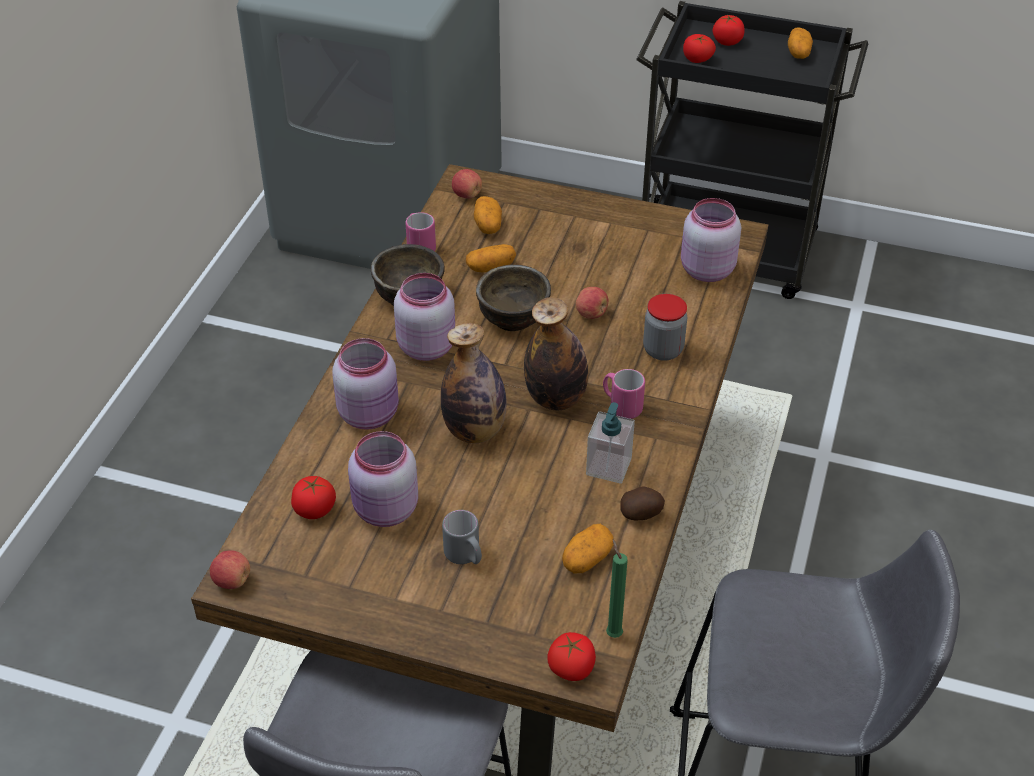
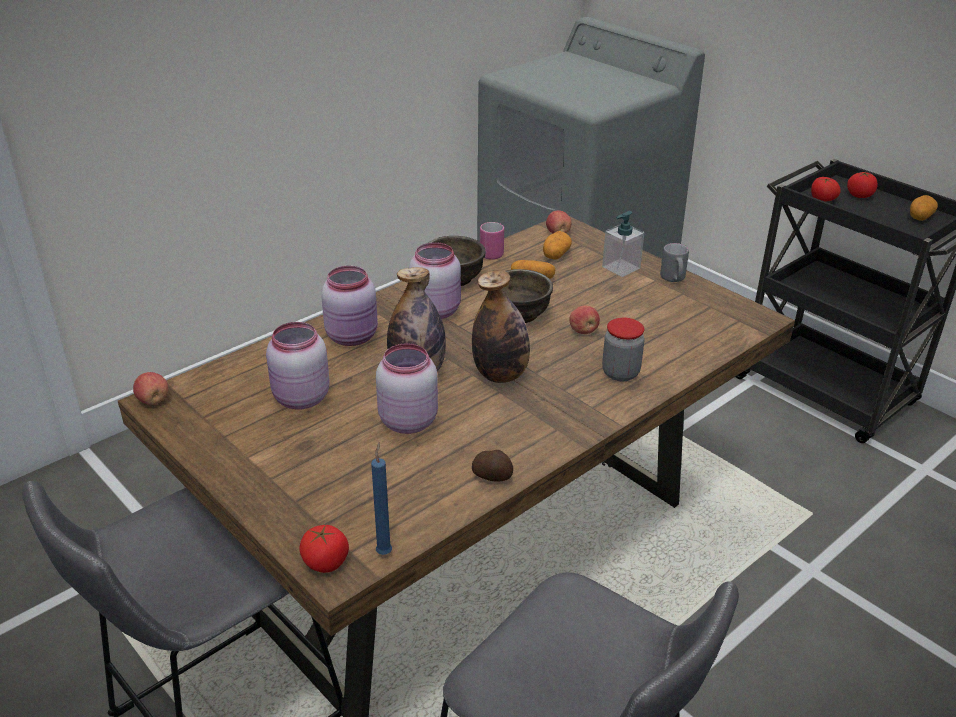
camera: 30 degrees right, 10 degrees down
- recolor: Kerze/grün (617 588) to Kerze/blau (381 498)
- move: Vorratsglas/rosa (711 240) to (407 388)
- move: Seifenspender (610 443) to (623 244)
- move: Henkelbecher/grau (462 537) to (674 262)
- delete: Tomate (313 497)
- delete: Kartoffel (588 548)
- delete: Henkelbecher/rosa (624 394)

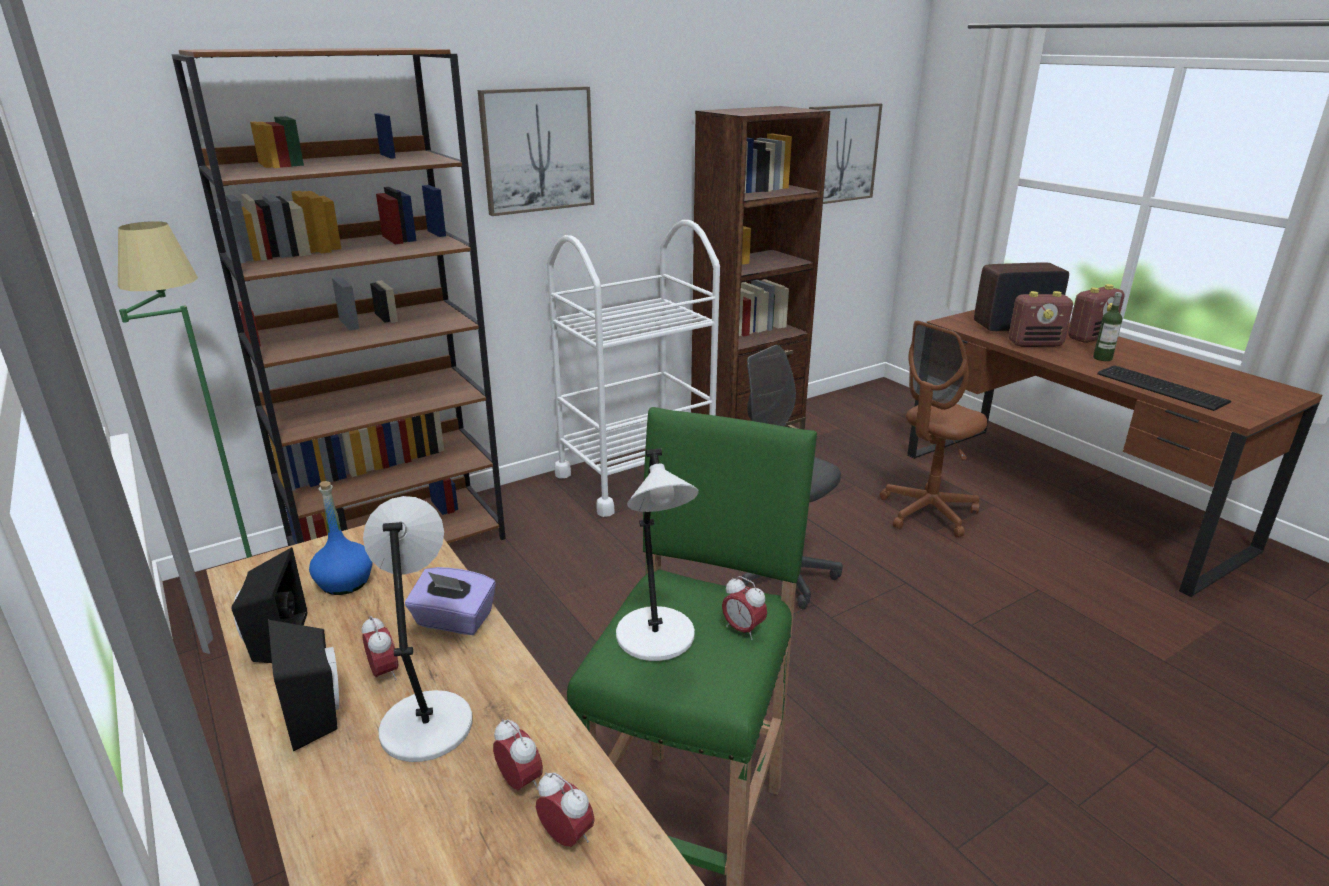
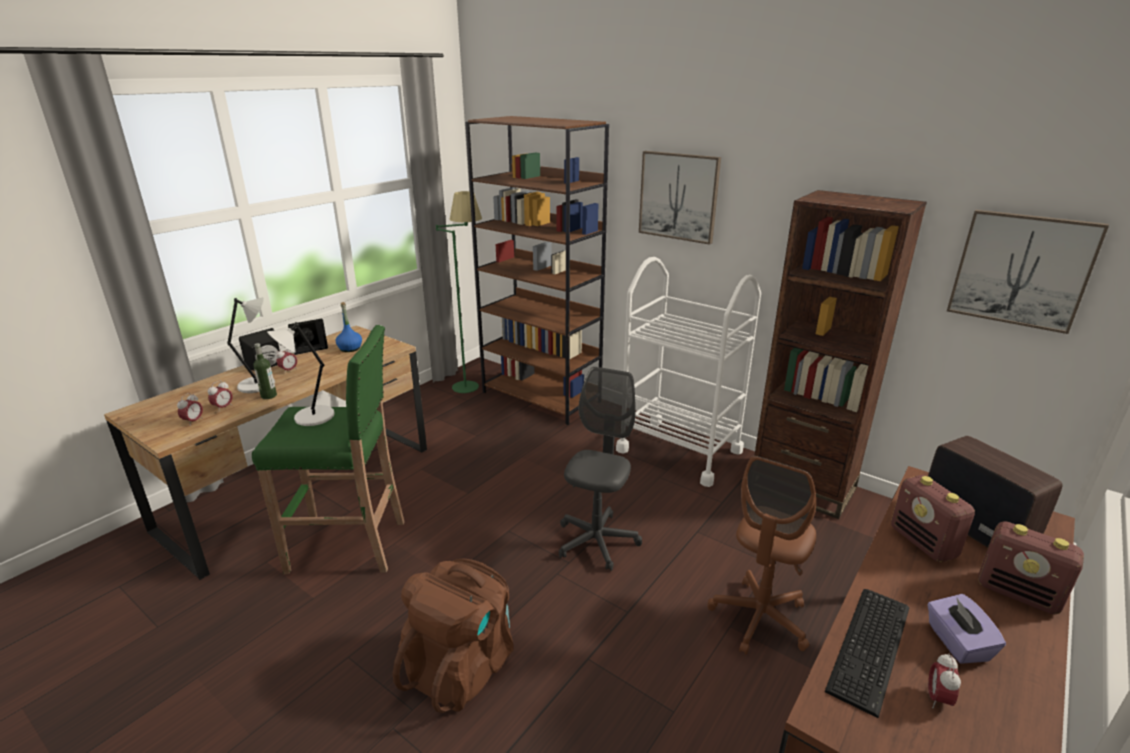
camera: 70 degrees right, 0 degrees up
- move: Flasche (1107 326) to (265 371)
- insert: Rucksack/braun (453 635)
- rotate: Bürostuhl/braun (934 429) = (761 555) 90 degrees counterclockwise
- move: Taschentuchbox/lila (450 601) to (966 629)
- move: Wecker (744 608) to (944 681)

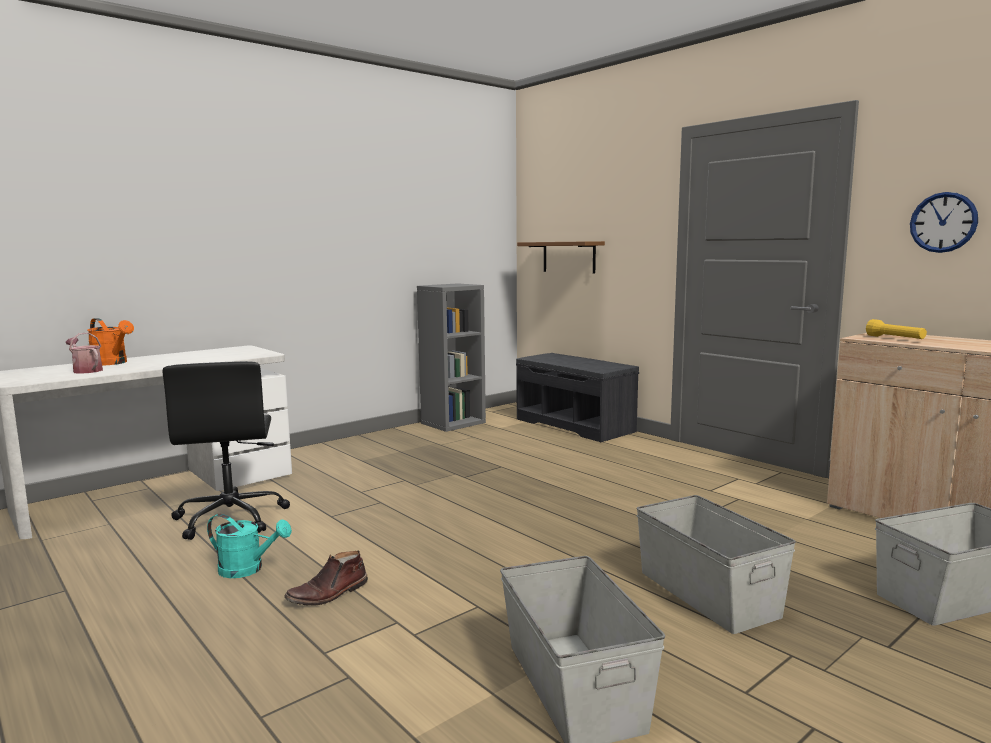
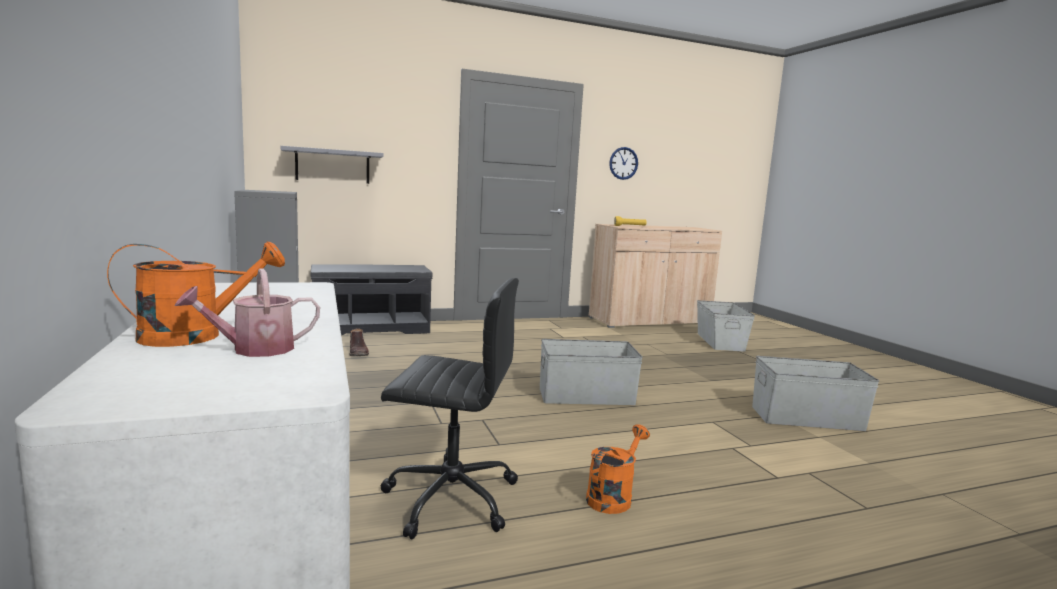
camera: 70 degrees left, 0 degrees up
- recolor: Wandregal/braun (561 257) to Wandregal/grau (332 165)
- move: Stiefel/braun (326 578) to (359 342)
- move: Aufbewahrungsbox/grau (716 564) to (591 372)
- recolor: Gießkanne/türkis (249 546) to Gießkanne/orange (618 469)

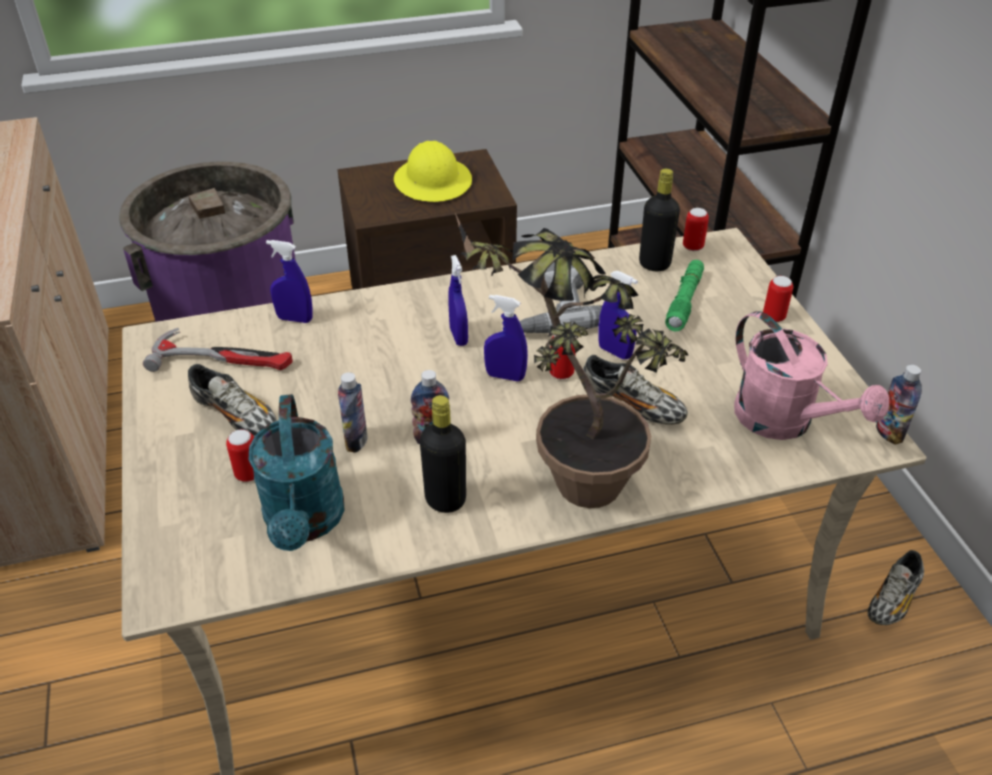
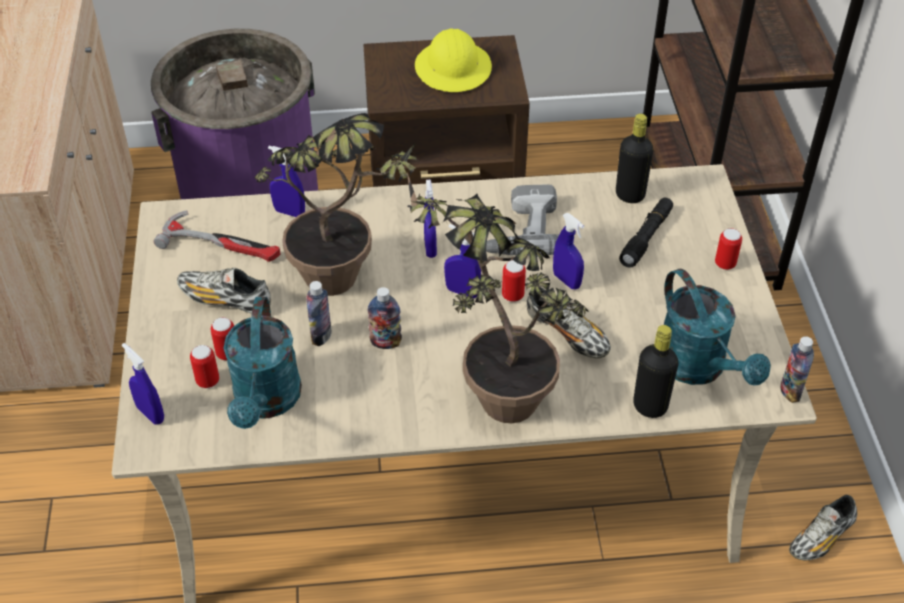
camera: 10 degrees right, 5 degrees up
- insert: Sprühflasche/blau (143 384)
- rotate: Schuh (232 400) = (224 291) 150 degrees clockwise
- move: Dose (696 229) to (204 366)
- insert: Topfpflanze (337 204)
- recolor: Taschenlampe/grün (684 295) to Taschenlampe/schwarz (646 233)
- move: Flasche/schwarz (443 454) to (655 371)
- recolor: Gießkanne/rosa (811 375) to Gießkanne/türkis (717 327)

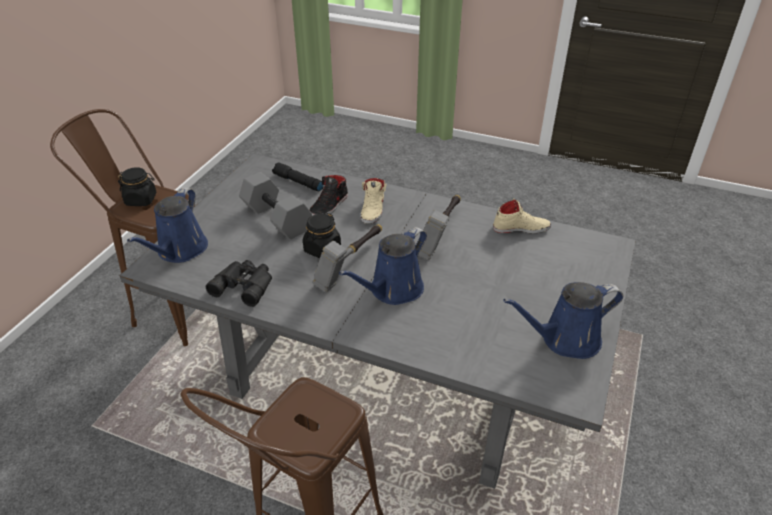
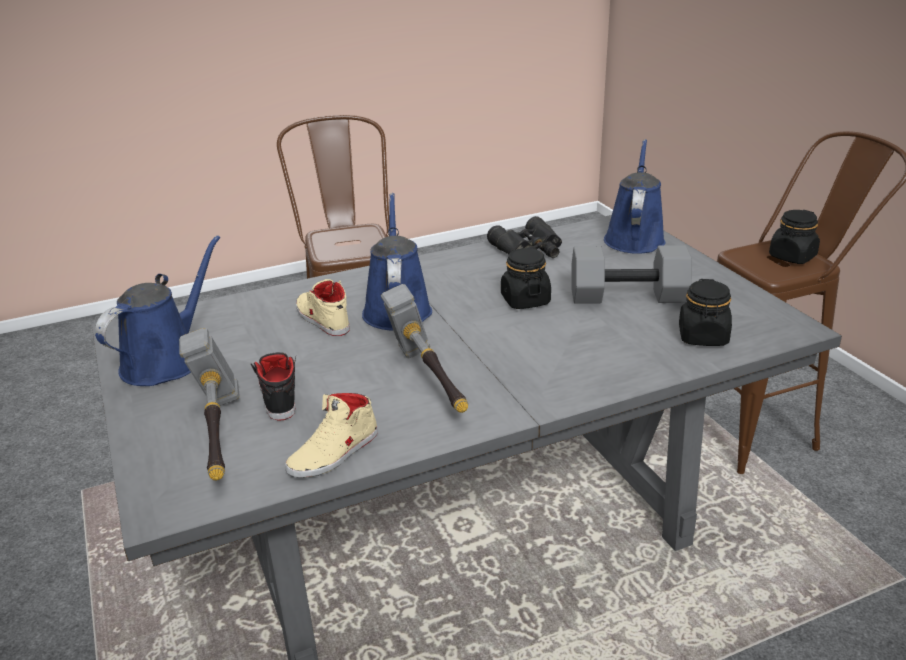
camera: 135 degrees right, 10 degrees down
- move: Hammer (347 258) to (209 404)
- move: Schuh/schwarz (328 195) to (273 386)
- move: Schuh/beige (374 201) to (323 307)
- rotate: Gießkanne/blau (167 225) = (634 196) 45 degrees clockwise
- replace: Taschenlampe/schwarz (297 177) to Vorratsglas/schwarz (705 312)

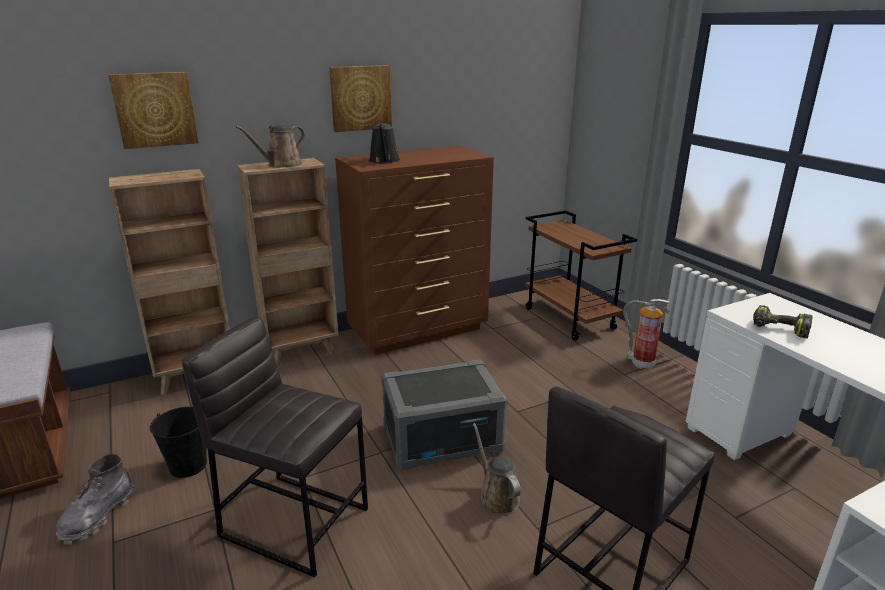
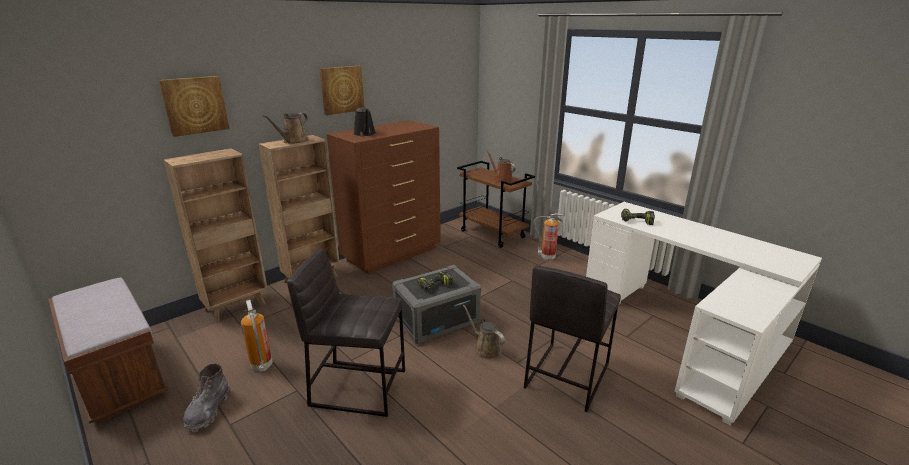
camera: 15 degrees left, 0 degrees up
- replace: Eimer/schwarz (178 442) to Feuerlöscher (257 336)
- insert: Bohrmaschine (435 280)
- insert: Gießkanne/braun (501 167)

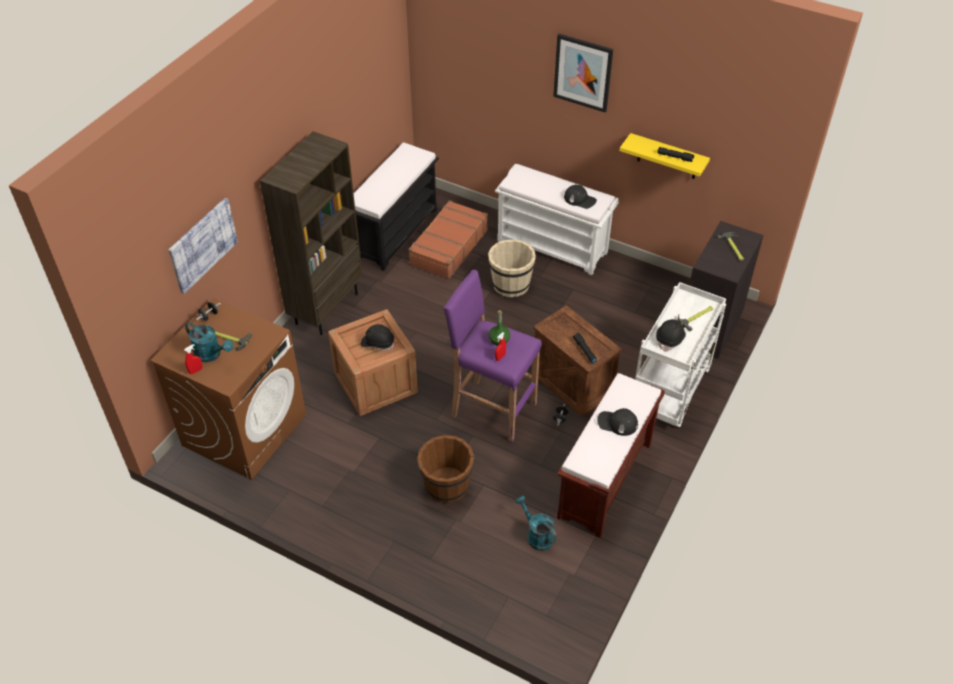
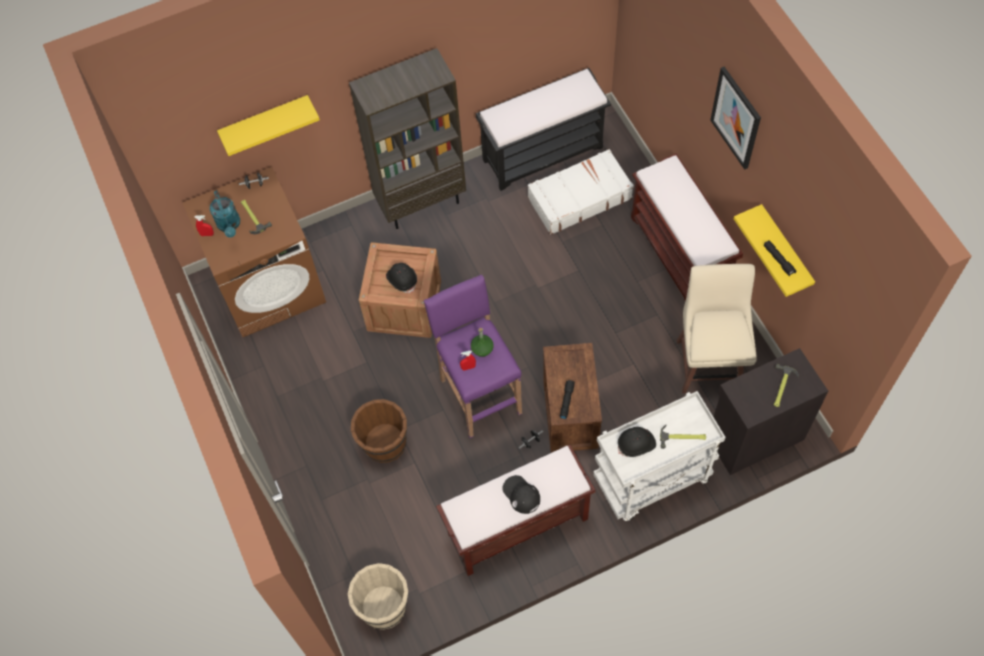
camera: 40 degrees right, 15 degrees up
- replace: Bild (203 246) to Wandregal/gelb (268 125)
- move: Eimer/beige (512 268) to (378 596)
- recolor: Koffer/braun (448 239) to Koffer/weiß (581 192)
- recolor: Bank/weiß (557 219) to Bank/braun (687 227)
- insert: Hocker/beige (717 328)
- delete: Gießkanne/türkis (536 523)
- delete: Kappe/schwarz (580 197)

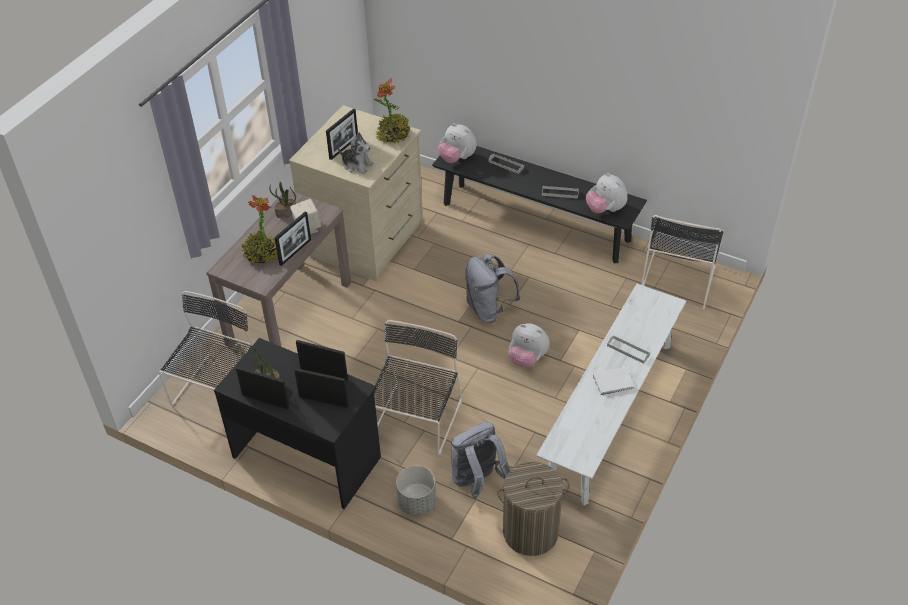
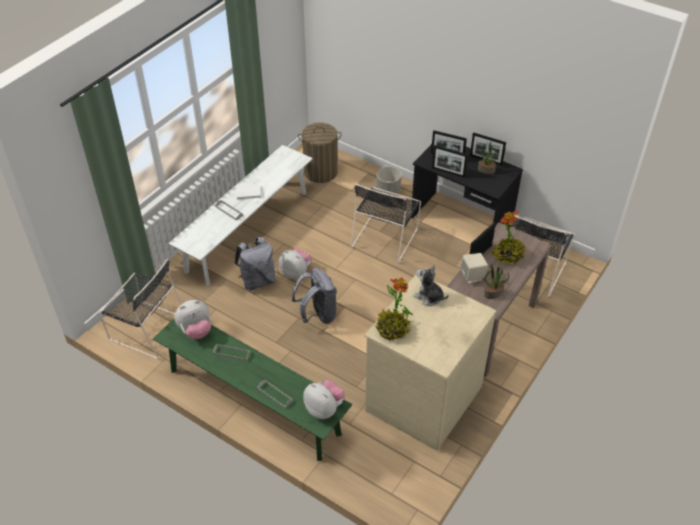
camera: 175 degrees left, 0 degrees up
- rotate: Stuhl/schwarz (682 262) = (140 309) 90 degrees clockwise
- recolor: Bank/schwarz (539 204) to Bank/grün (252 390)
- rotate: Plüschtier (607 193) = (192 319) 90 degrees clockwise
- move: Rucksack/grau (480 460) to (254 264)
- delete: Bilderrahmen (342 134)

